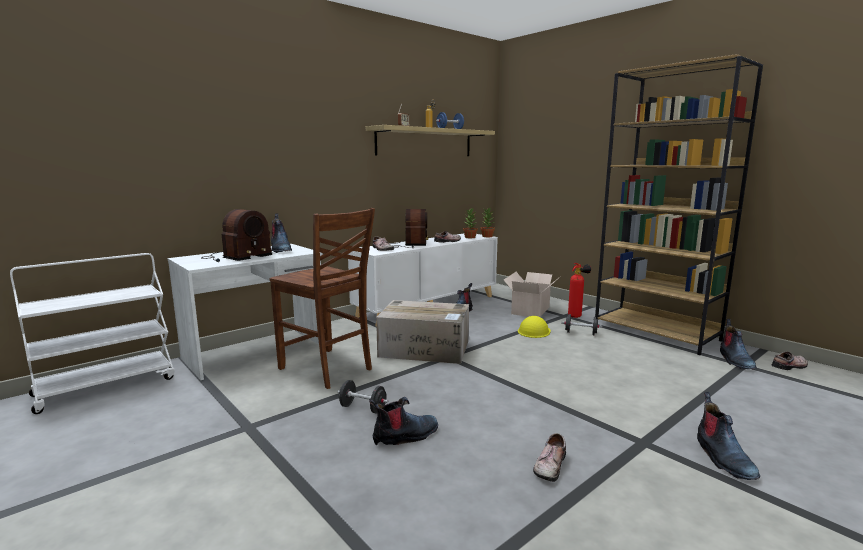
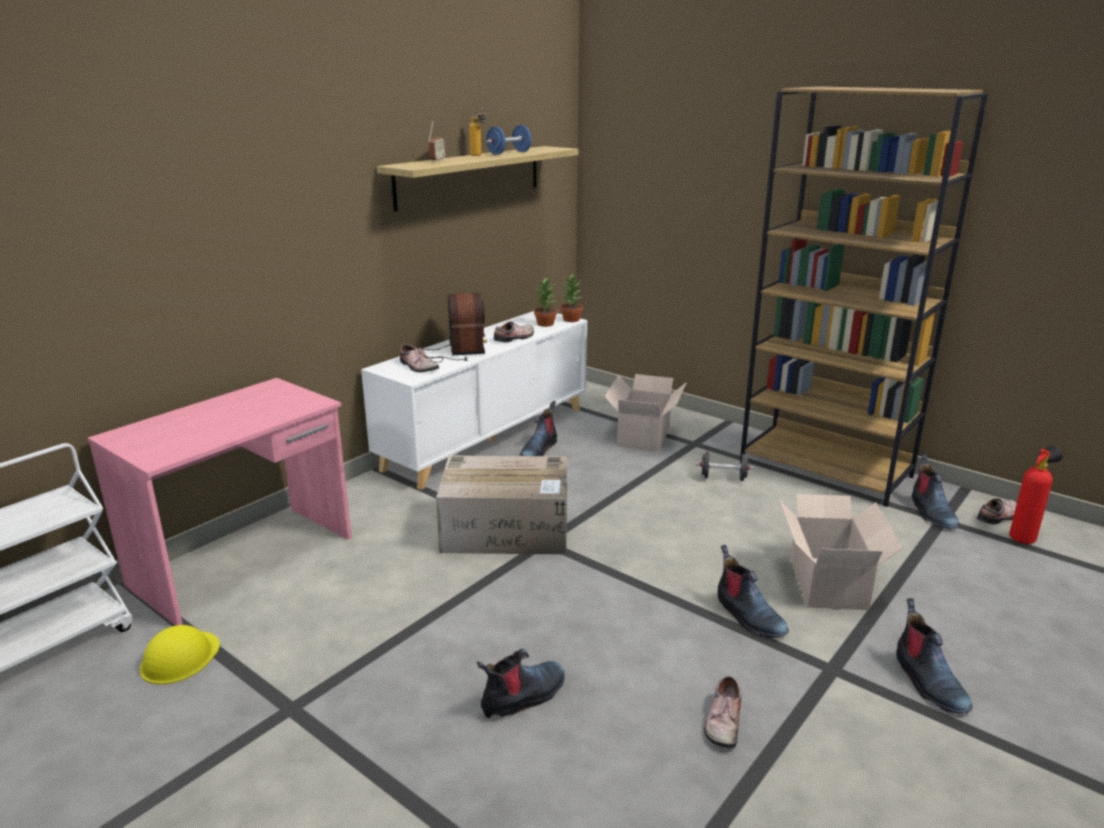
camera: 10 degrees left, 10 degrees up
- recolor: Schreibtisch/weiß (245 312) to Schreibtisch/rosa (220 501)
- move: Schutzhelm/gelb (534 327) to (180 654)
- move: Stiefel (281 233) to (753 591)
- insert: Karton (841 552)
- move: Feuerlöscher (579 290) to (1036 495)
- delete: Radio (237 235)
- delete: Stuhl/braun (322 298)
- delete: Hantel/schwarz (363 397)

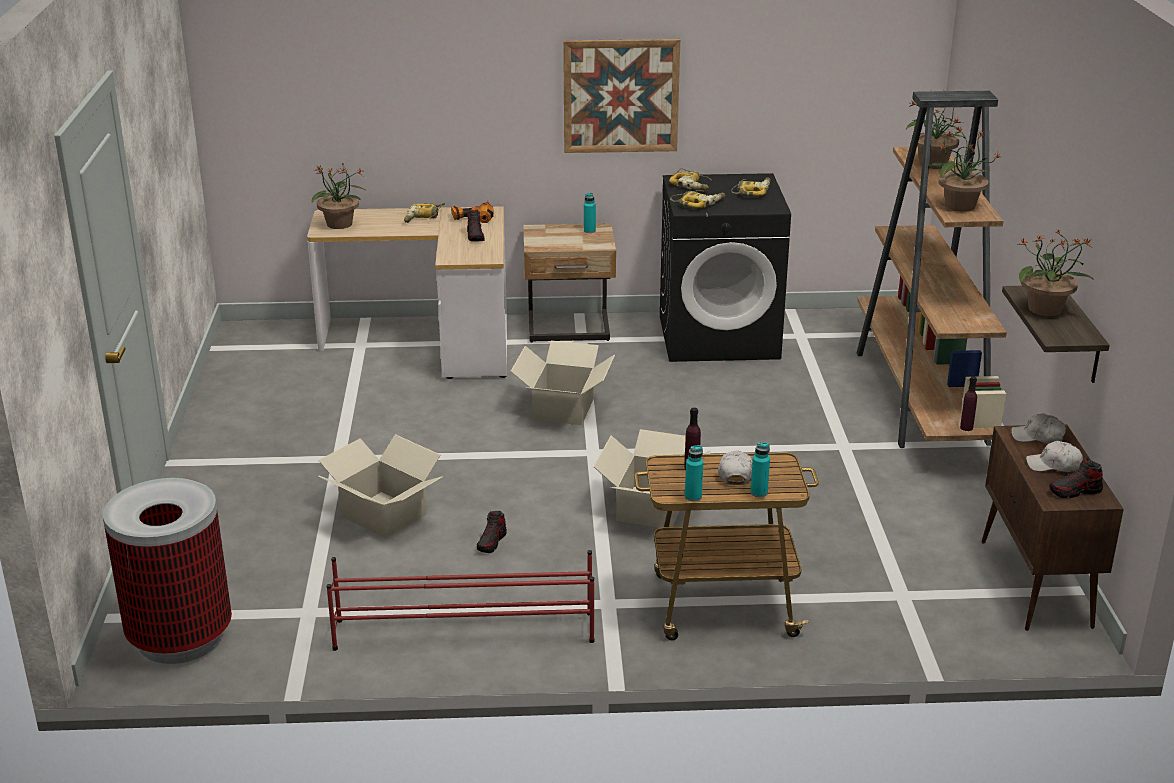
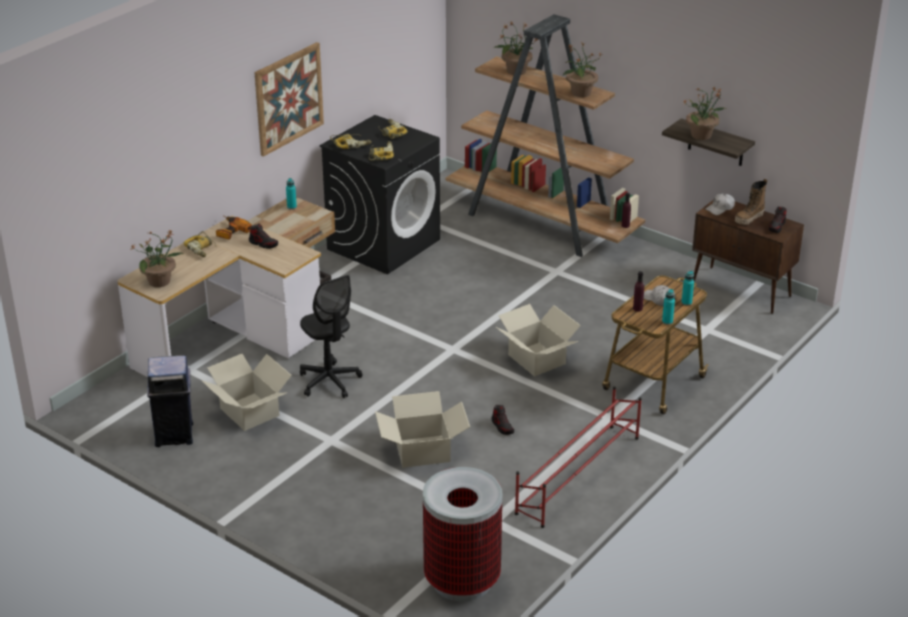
camera: 50 degrees left, 5 degrees up
- insert: Mülleimer/blau (170 401)
- move: Karton (562 383) to (247 392)
- insert: Bürostuhl/schwarz (331 336)
- replace: Kappe/weiß (1054 456) to Stiefel (751 202)

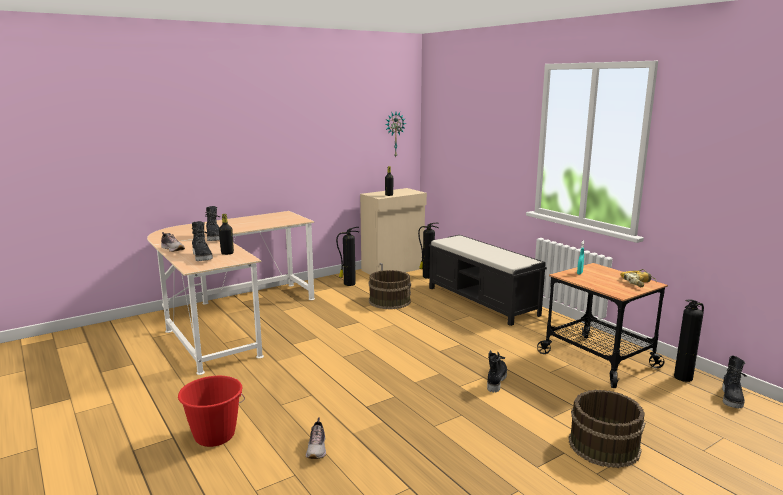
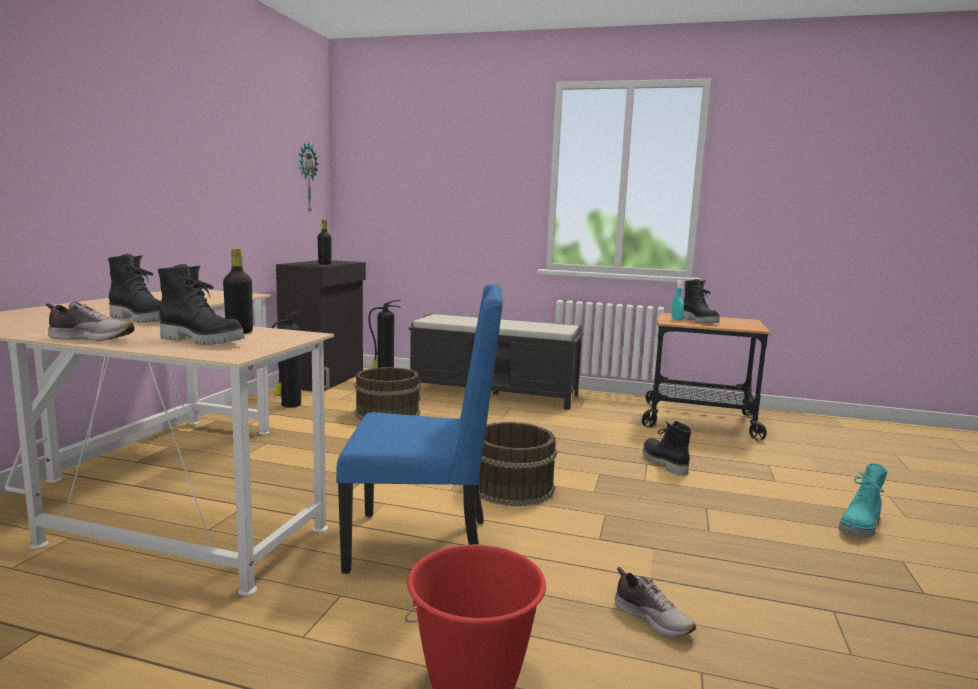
camera: 40 degrees left, 5 degrees down
- recolor: Schrank/beige (393 231) to Schrank/schwarz (321 325)
- insert: Stuhl/blau (419 429)
- move: Eimer/braun (606 429) to (518 464)
- move: Stiefel/schwarz (734 382) to (701 301)
- insert: Stiefel/türkis (863 500)
- delete: Bohrmaschine (638 278)
- delete: Feuerlöscher (689 340)

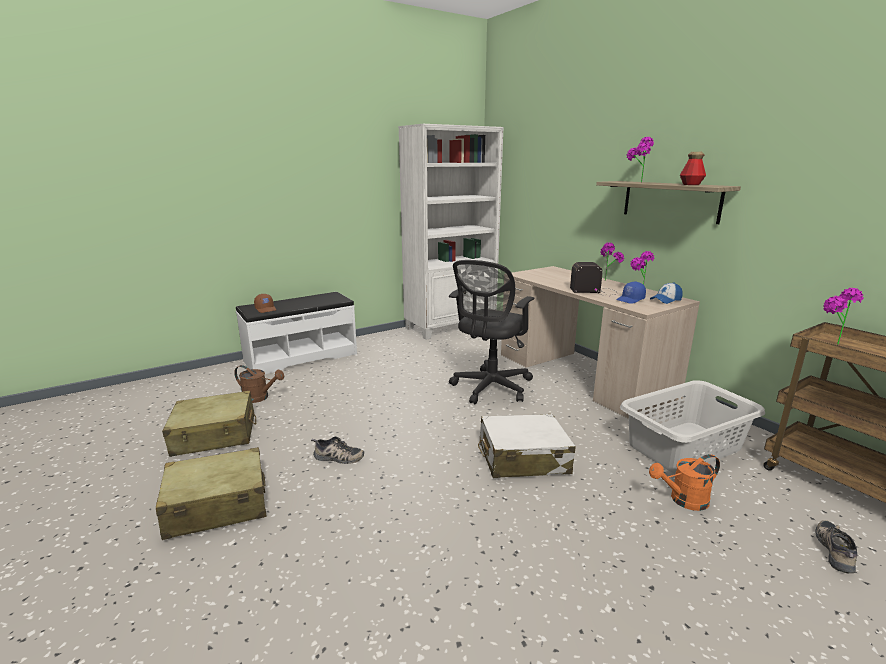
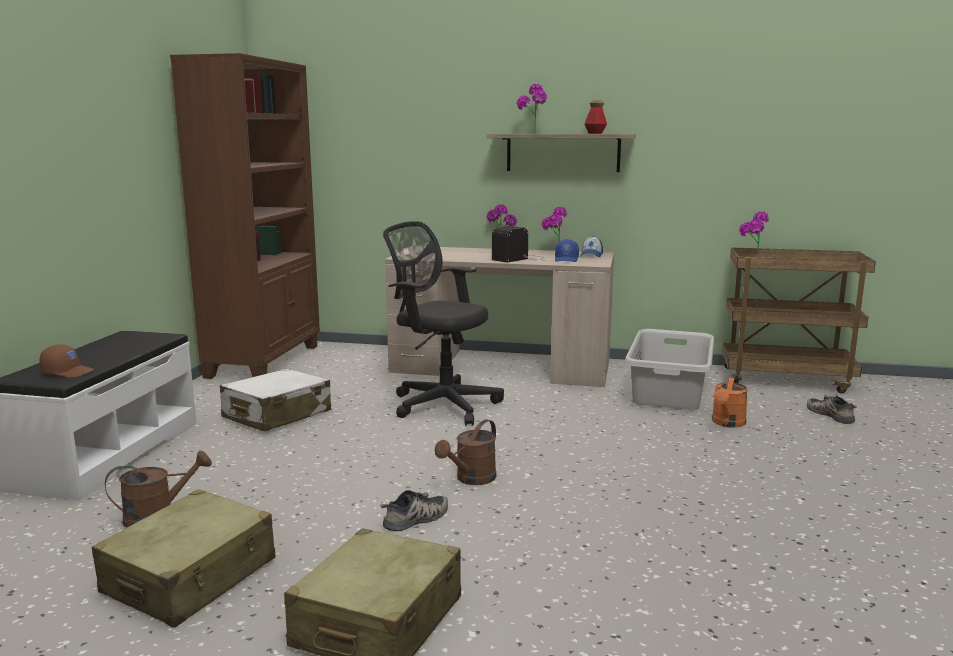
camera: 45 degrees left, 5 degrees down
- recolor: Bücherregal/weiß (450 232) to Bücherregal/braun (245 216)
- move: Koffer/weiß (527 446) to (275 400)
- rotate: Bürostuhl/schwarz (491 332) = (443 323) 135 degrees clockwise
- insert: Gießkanne/braun (466 452)

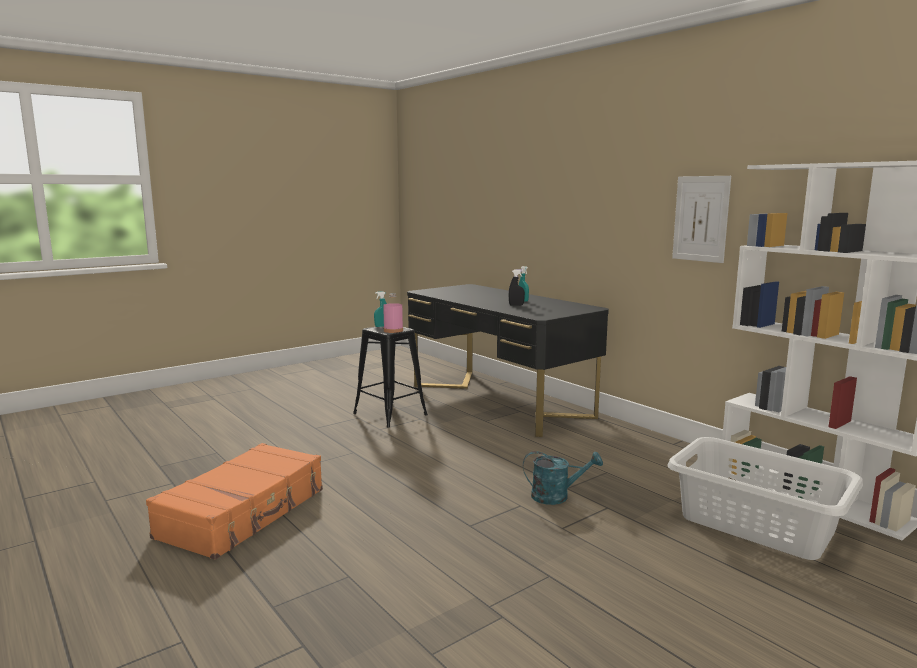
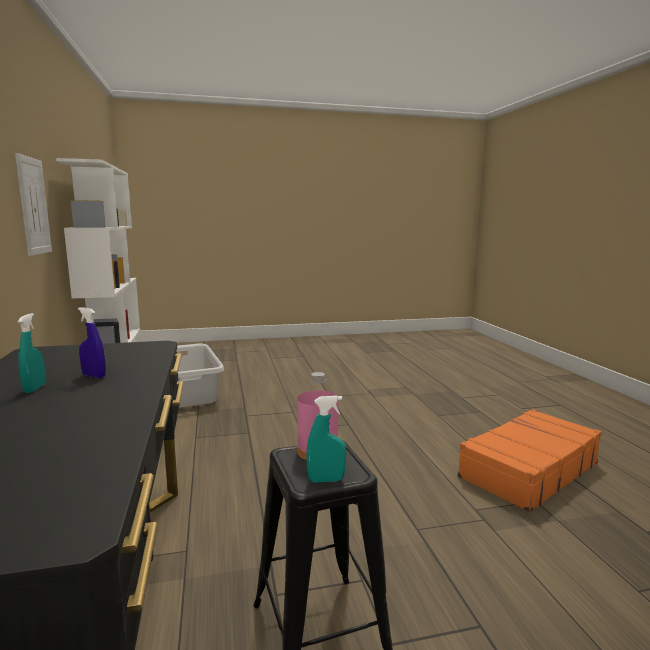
camera: 155 degrees left, 0 degrees up
- recolor: Sprühflasche/schwarz (517 287) to Sprühflasche/blau (92 342)
- delete: Gießkanne/türkis (563 478)

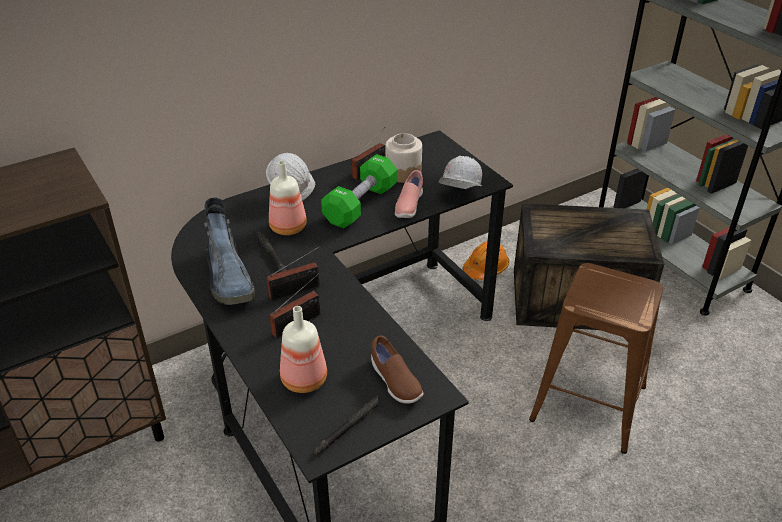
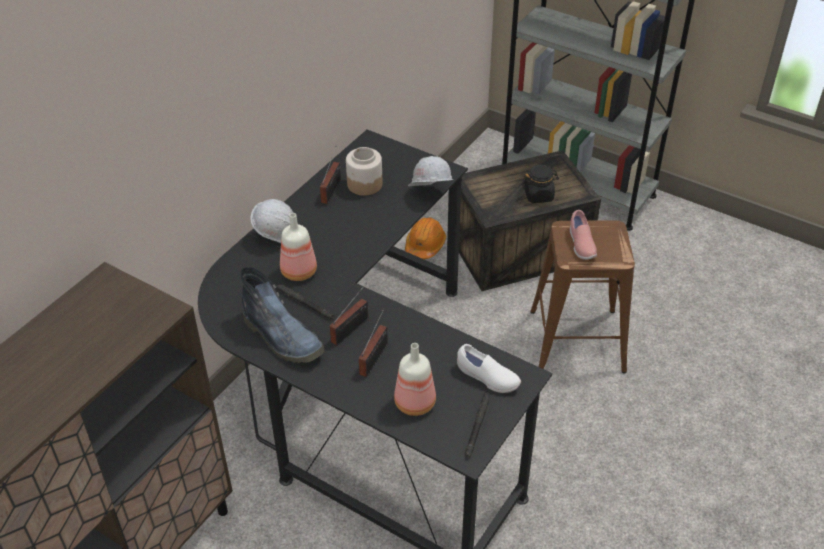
camera: 25 degrees left, 5 degrees up
- recolor: Schuh/braun (397 369) to Schuh/weiß (489 368)
- insert: Vorratsglas/schwarz (540 184)
- move: Schuh/rosa (409 194) to (583 235)
- delete: Hantel/grün (359 191)

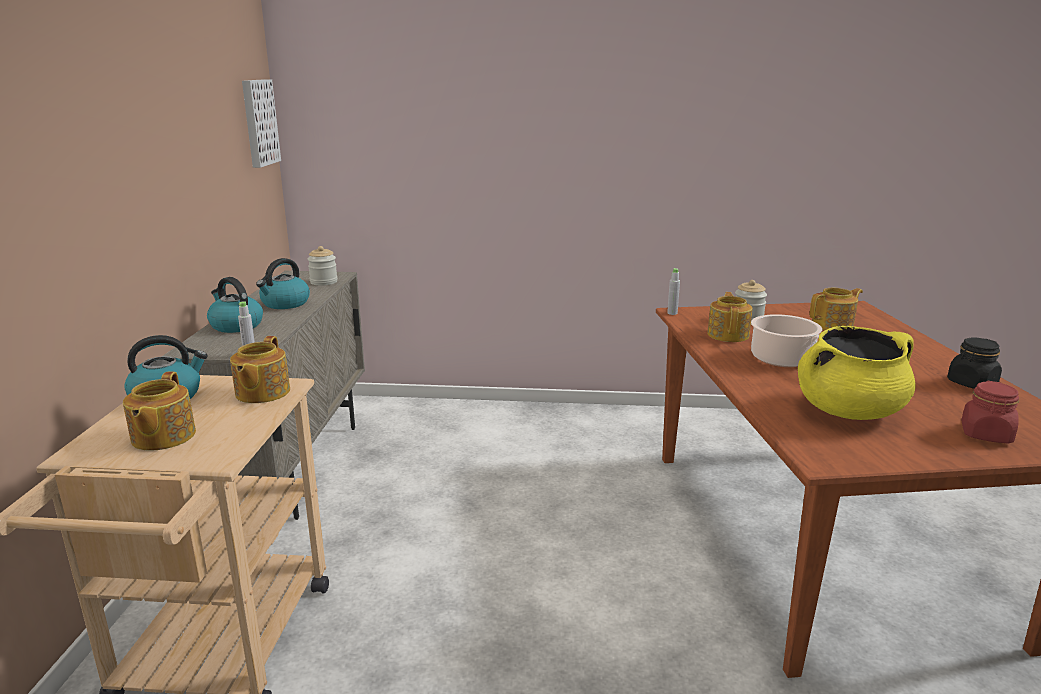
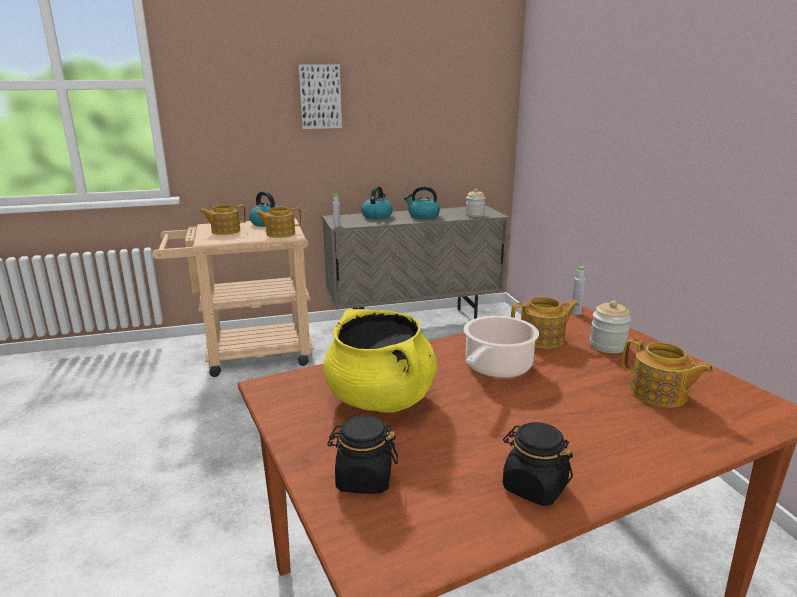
camera: 70 degrees right, 0 degrees up
- move: Bild (261 123) to (320 96)
- recolor: Vorratsglas/rot (990 412) to Vorratsglas/schwarz (362 454)

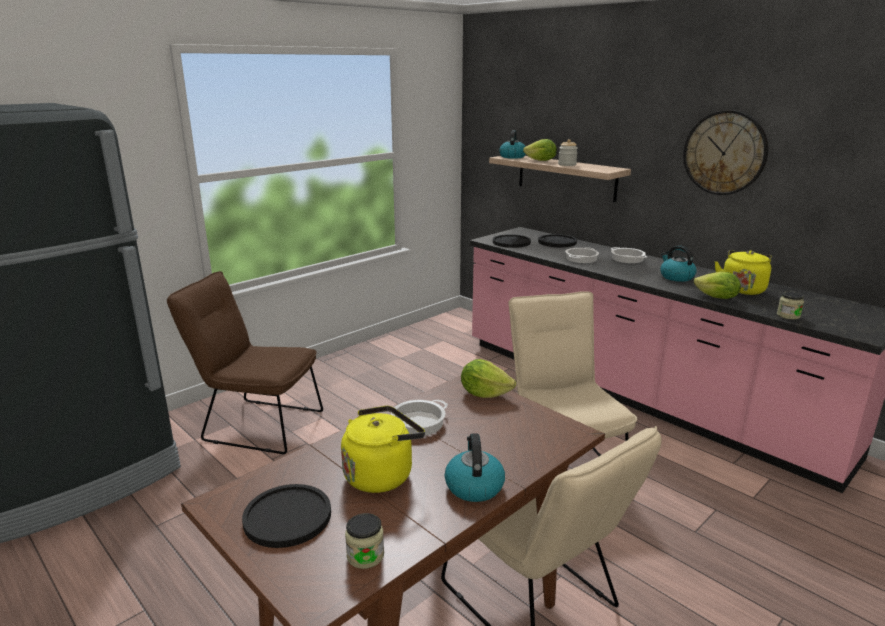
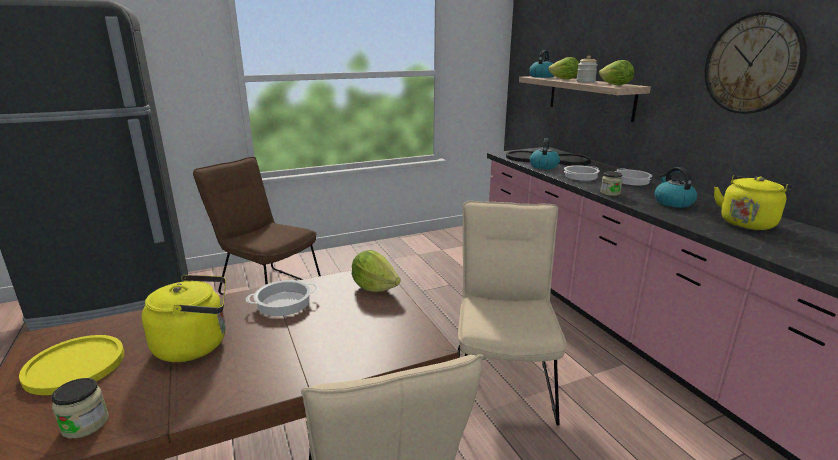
camera: 20 degrees right, 0 degrees up
- recolor: Teller/schwarz (286 516) to Teller/gelb (71 365)
- move: Wasserkessel (475 467) to (545 153)
- move: Salatkopf (717 285) to (616 72)
- move: Vorratsglas (790 305) to (611 183)

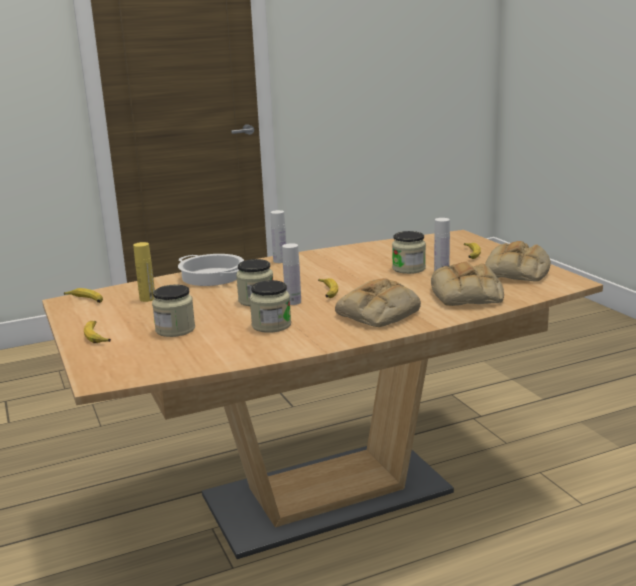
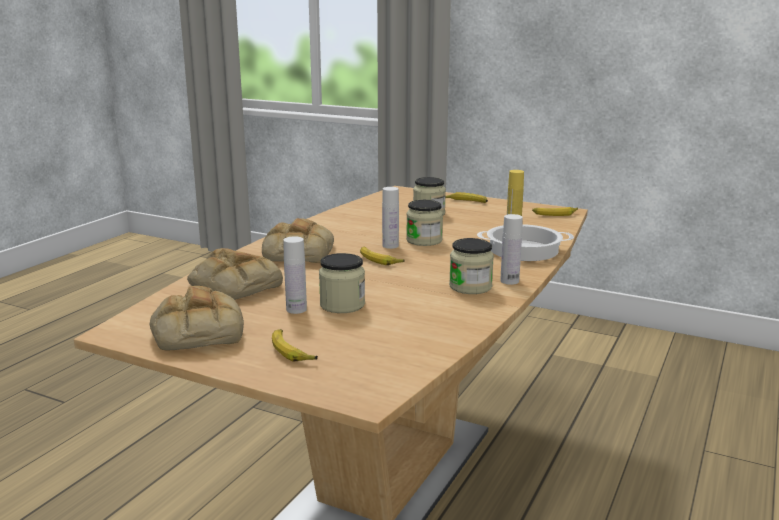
camera: 140 degrees right, 0 degrees up
- move: Vorratsglas (270 306) to (471 266)

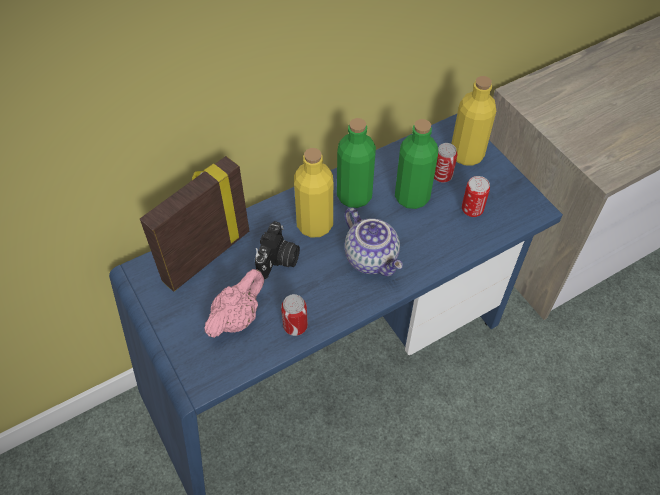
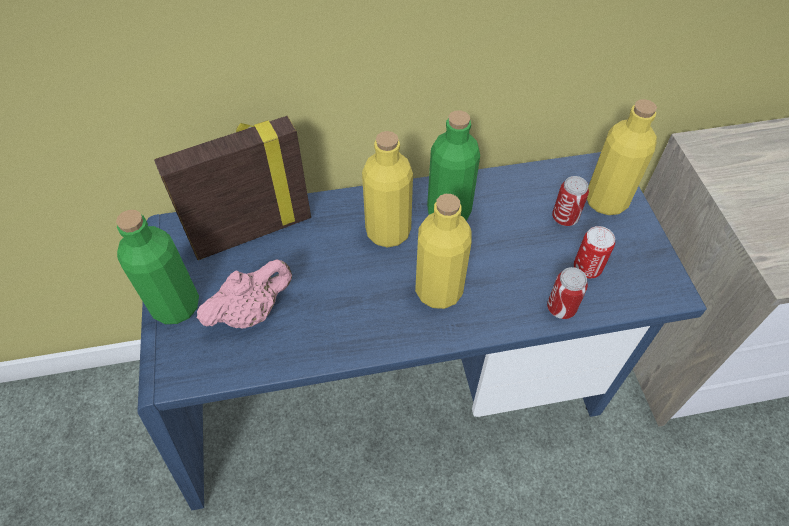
camera: 20 degrees right, 0 degrees up
- move: Flasche/grün (416 164) to (157 267)
- replace: Teekanne (374 242) to Flasche/gelb (443 251)
- move: Dose (294 315) to (567 293)
- delete: Kamera (277 250)

